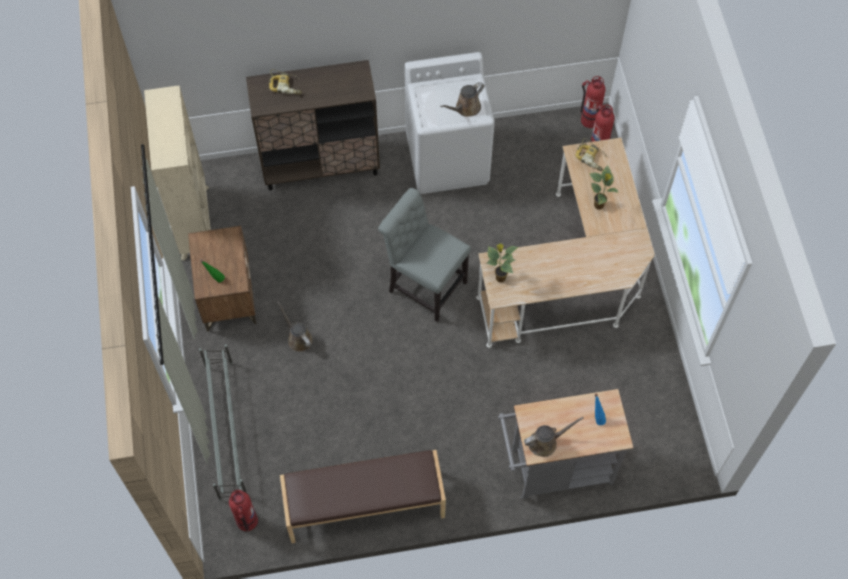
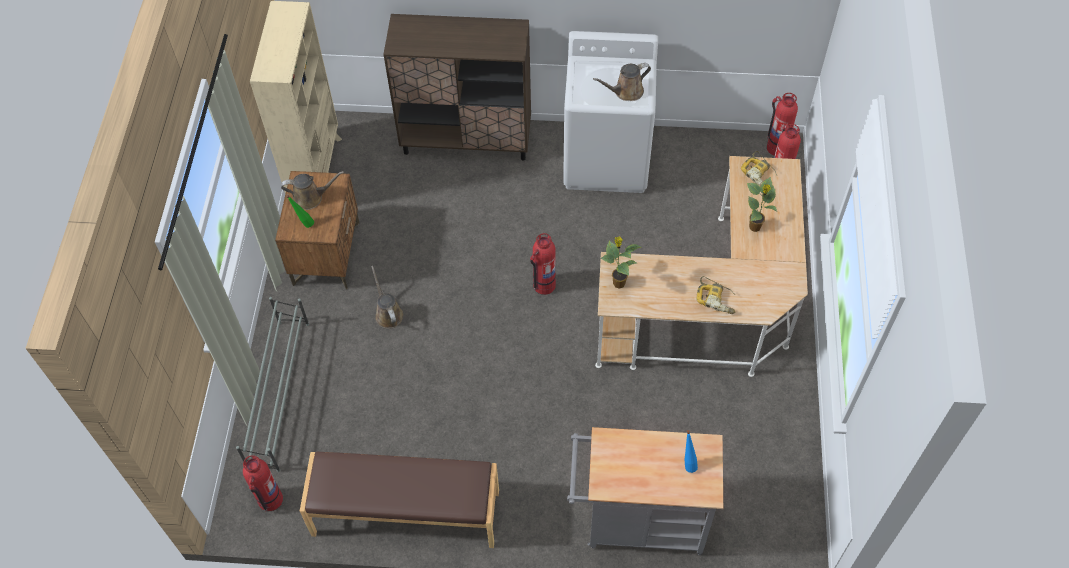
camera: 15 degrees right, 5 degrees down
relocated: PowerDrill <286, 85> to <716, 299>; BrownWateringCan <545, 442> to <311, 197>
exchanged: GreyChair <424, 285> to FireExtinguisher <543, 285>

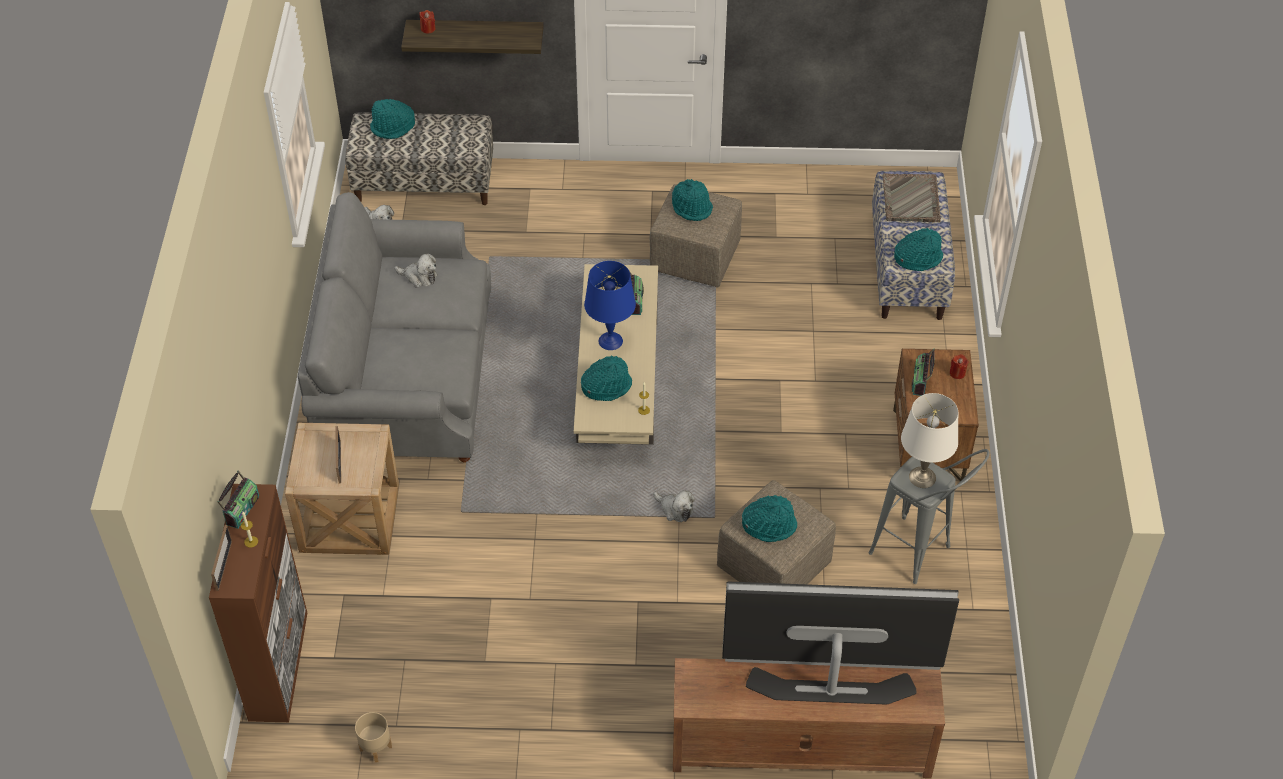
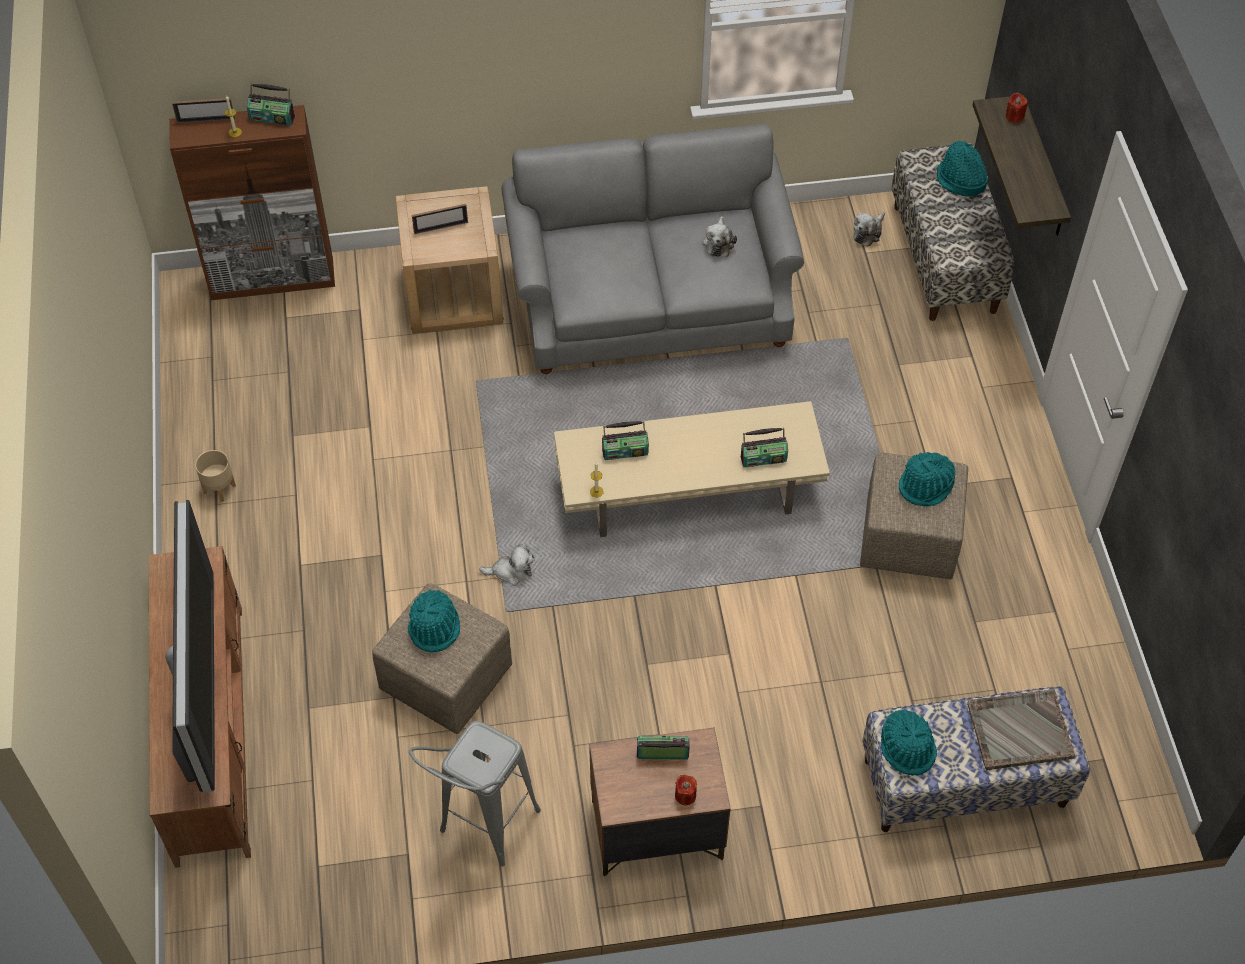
camera: 80 degrees right, 5 degrees up
missing: BlueTableLamp <611, 340>; WhiteTableLamp <922, 477>
relocated: BeigePlanter <375, 748> to <220, 488>
exchanged: TurquoiseHat <606, 386> to Radio <625, 451>
spun: PlushToy <675, 509> = <511, 572> 120 degrees counterclockwise

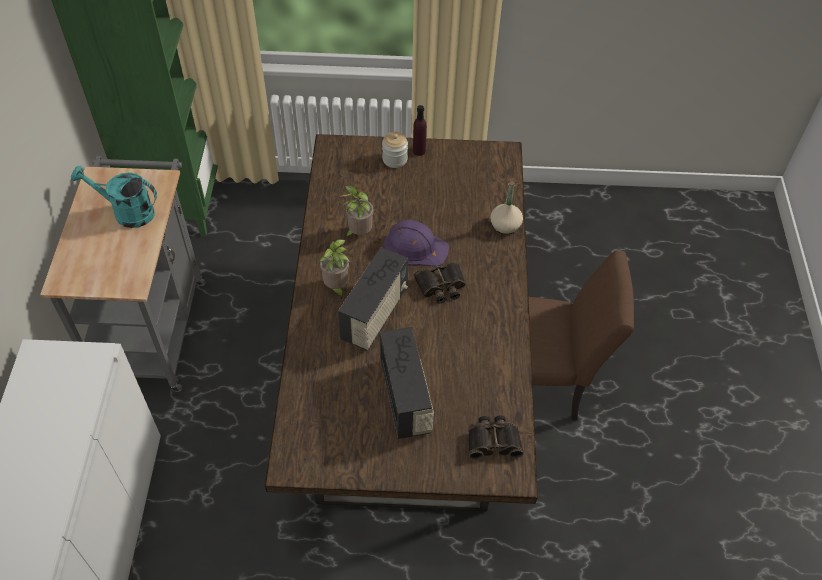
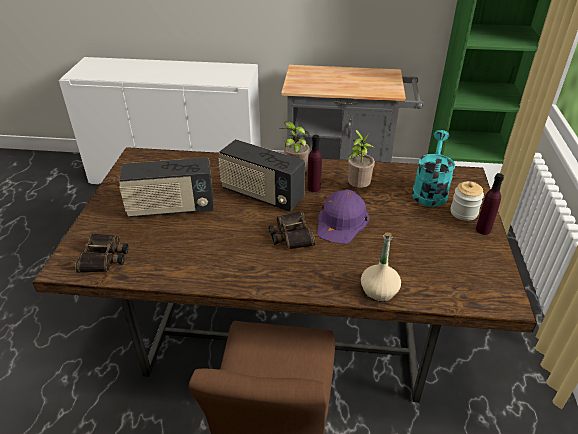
camera: 95 degrees right, 15 degrees down
appeared: PurpleBottle <314, 188>
relocated: TurquoiseWateringCan <127, 212> to <430, 191>

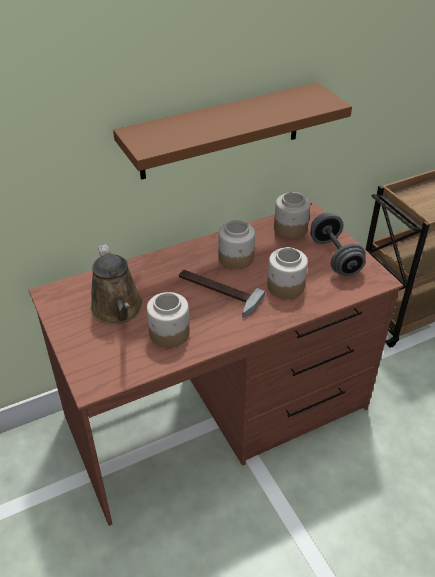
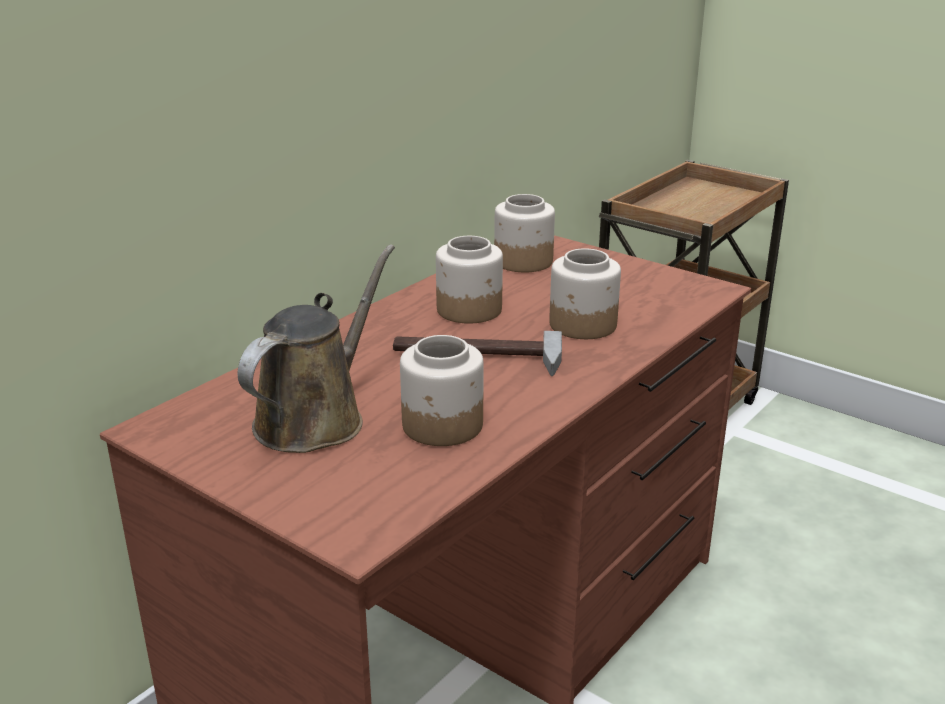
camera: 25 degrees left, 15 degrees down
missing: BrownShelf <221, 131>; GreyDumbbell <335, 257>
spun: BrownWateringCan <118, 310> = <316, 418> 105 degrees counterclockwise

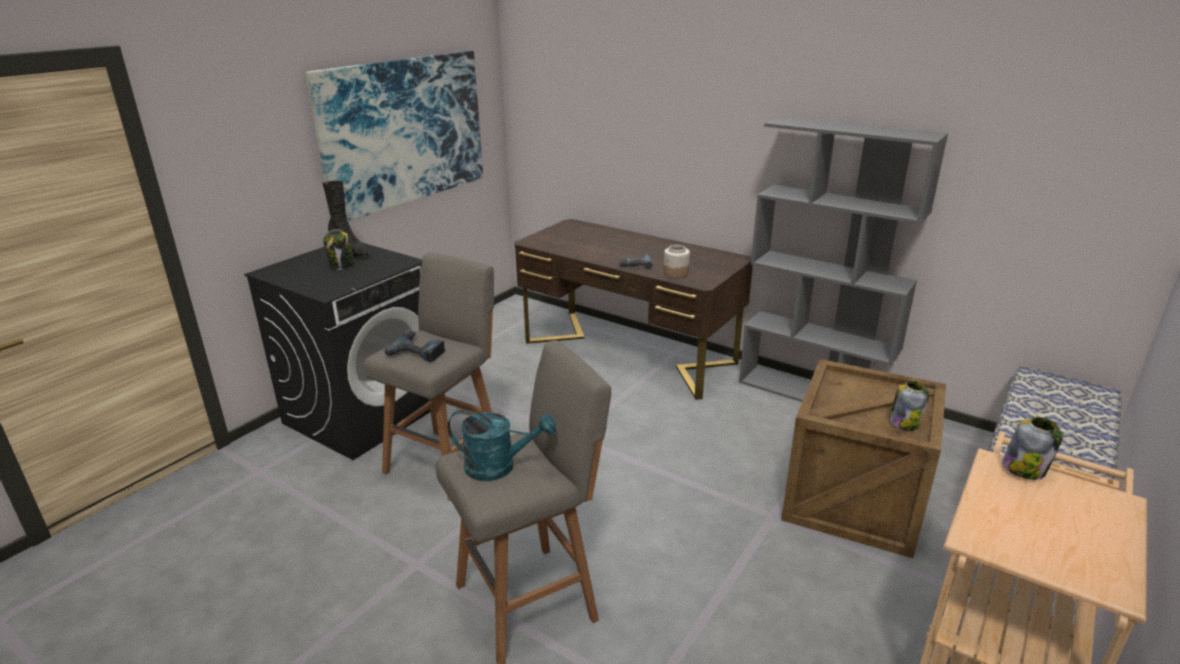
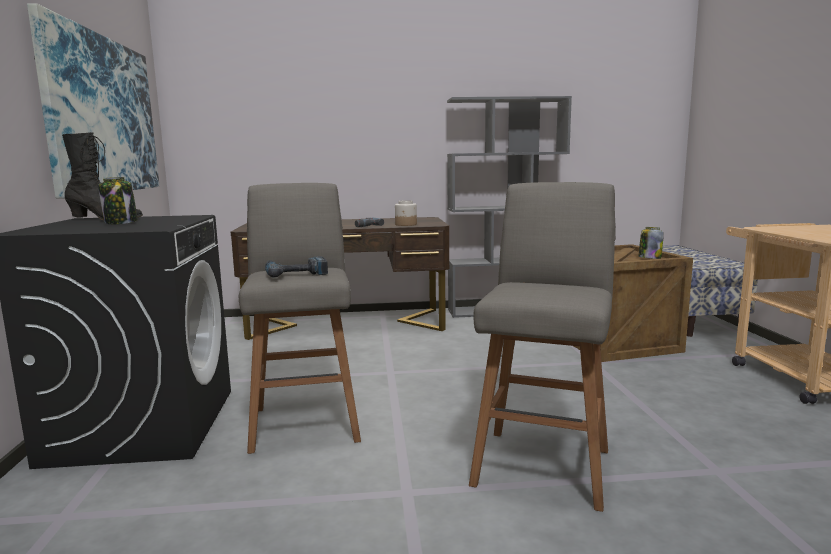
camera: 40 degrees left, 15 degrees down
missing: TurquoiseWateringCan <499, 467>; Jar <1024, 468>

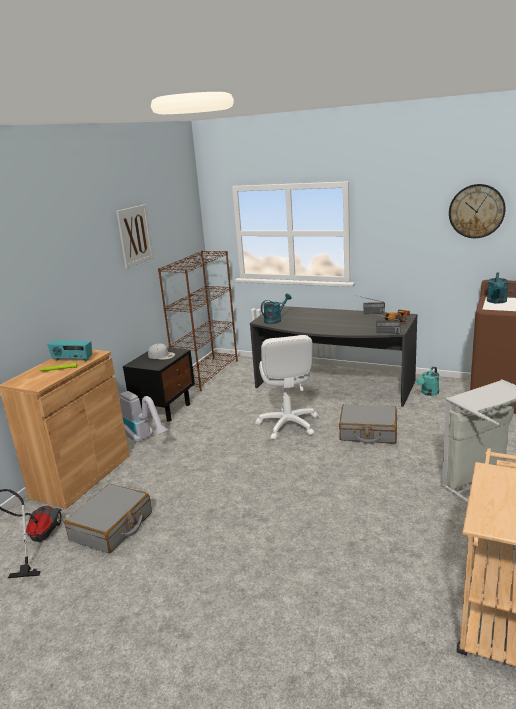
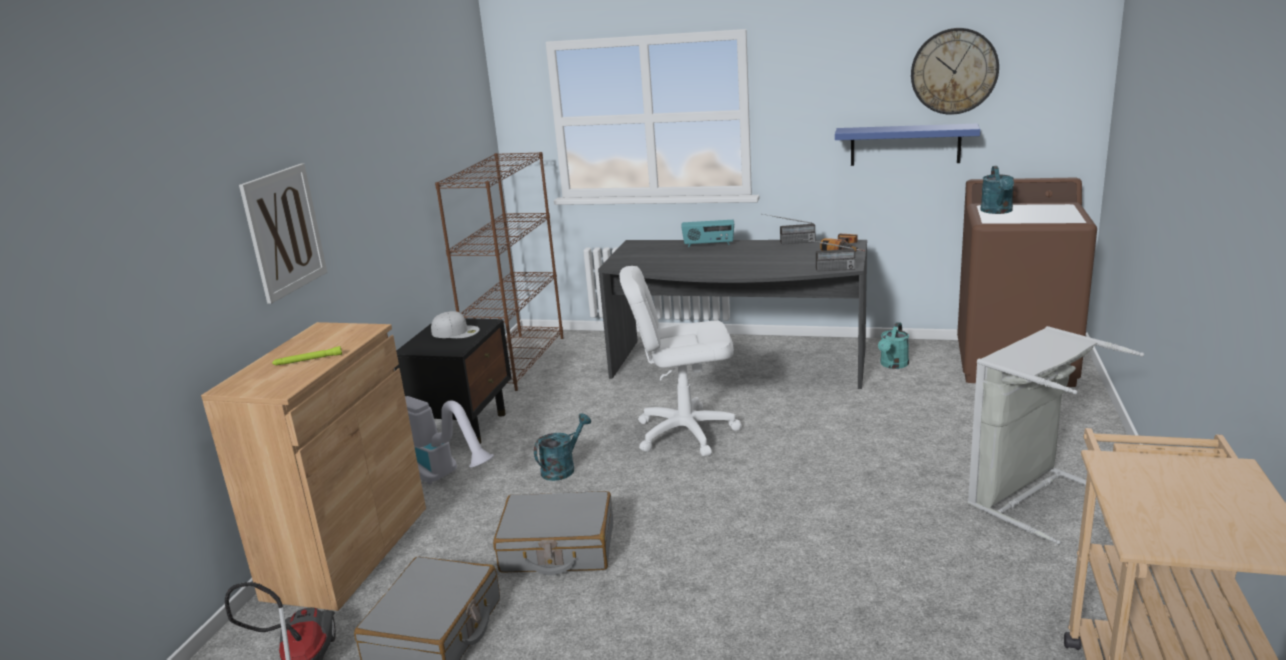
camera: 10 degrees left, 0 degrees up
appeared: BlueShelf <905, 145>
relocated: Radio <72, 359> to <708, 245>; Picture <135, 235> to <284, 231>; TurquoiseWateringCan <275, 320> to <562, 468>; GreySuitcase <368, 432> to <557, 548>
spun: WhiteOfficeChair <288, 424> = <685, 432> 105 degrees clockwise

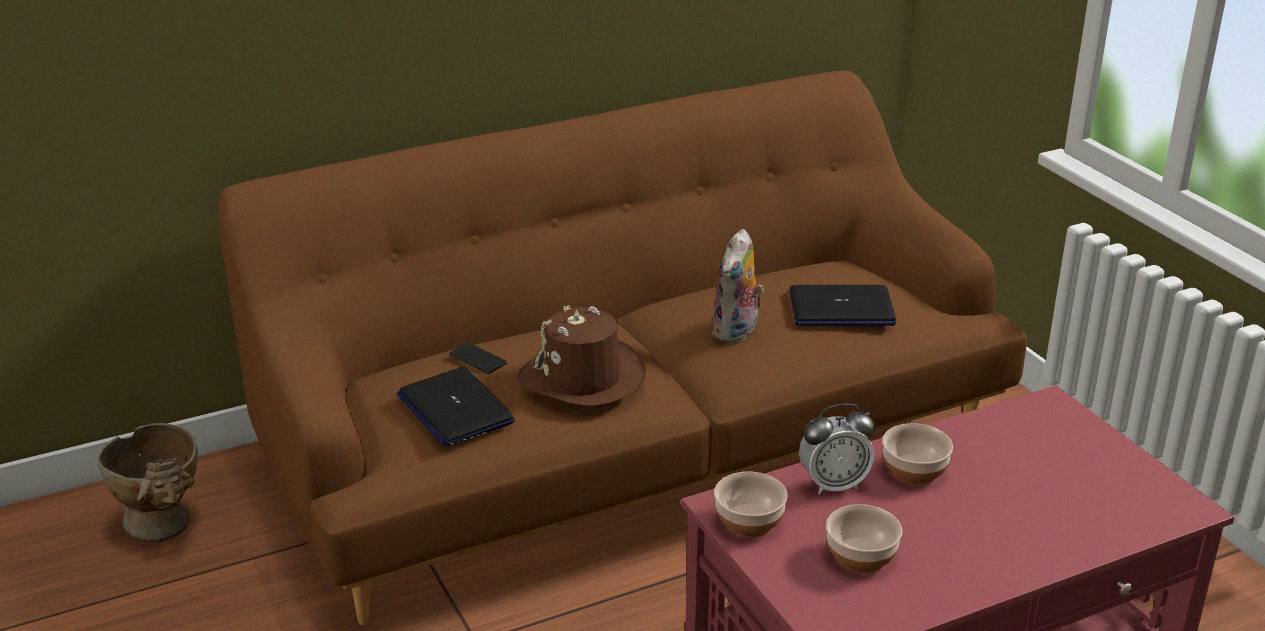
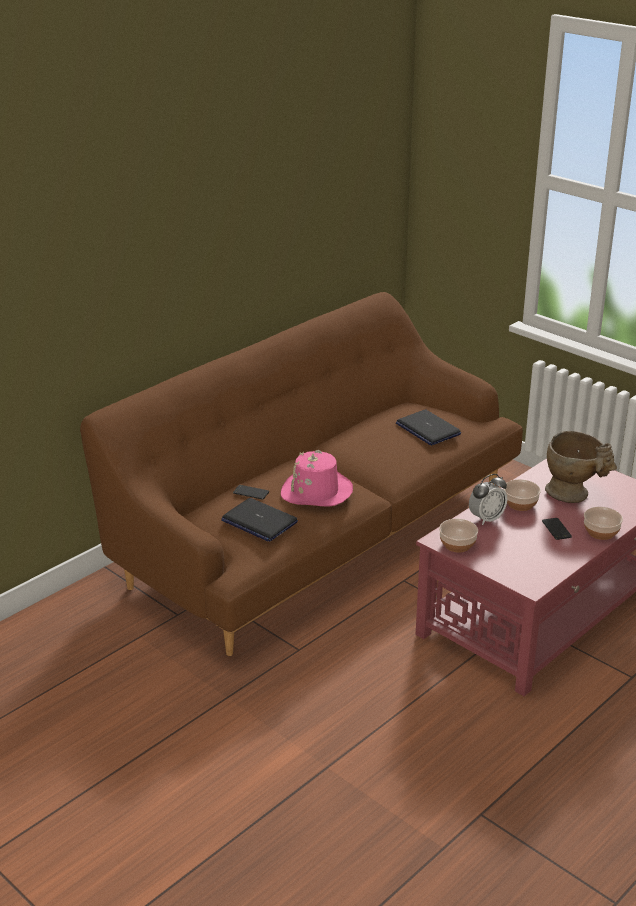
camera: 20 degrees left, 0 degrees up
missing: PlushToy <737, 332>
appeared: Phone <556, 529>
relocated: BeigeVase <164, 528> to <574, 495>; Bowl <862, 556> to <601, 532>
colour: BrownHat <582, 378> to PinkHat <316, 491>
spun: Laptop <841, 309> = <427, 429> 75 degrees clockwise

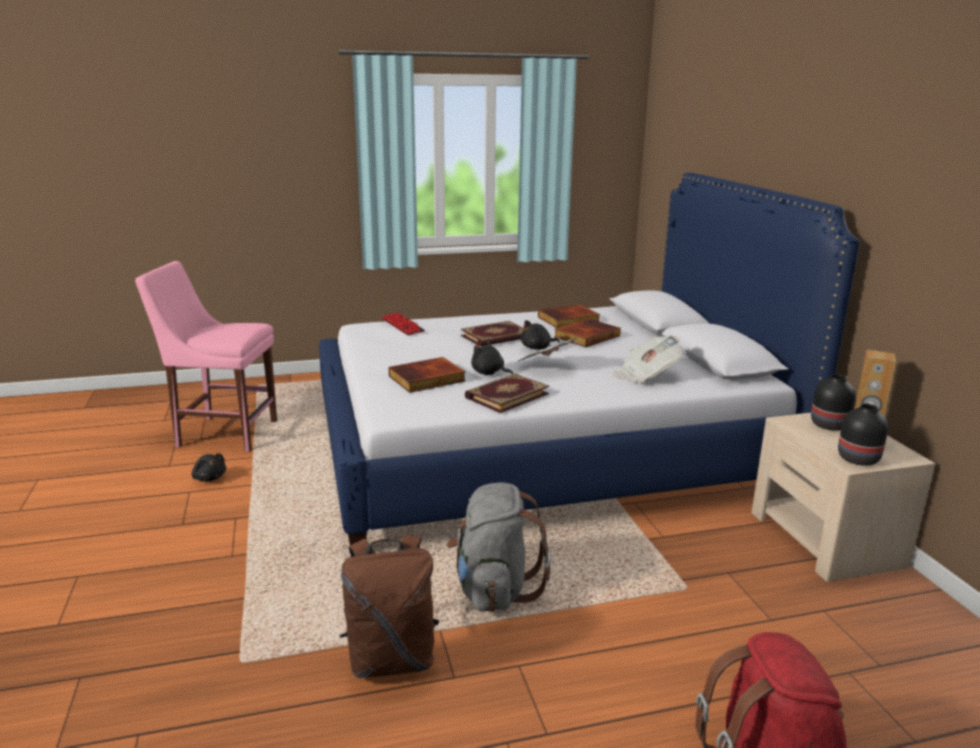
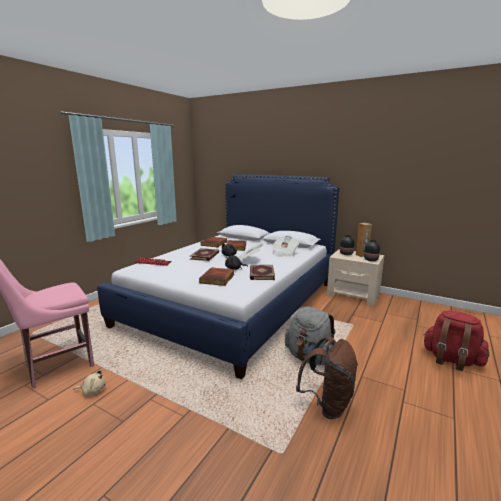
camera: 45 degrees left, 5 degrees down
colour: BlackPlushToy <209, 478> to BeigePlushToy <93, 390>

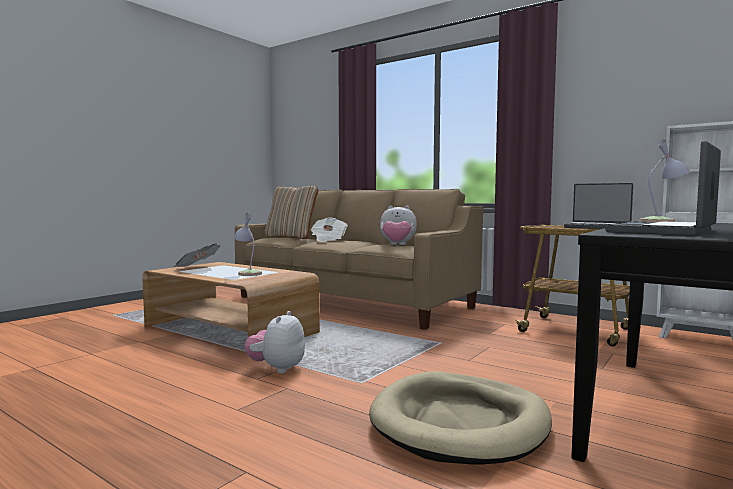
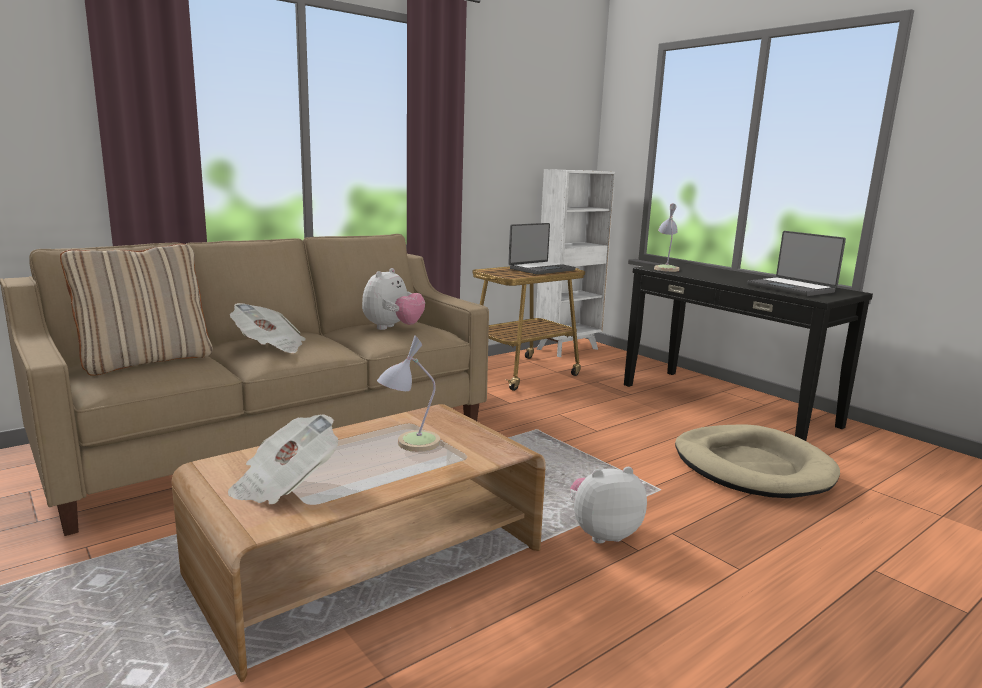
camera: 75 degrees left, 10 degrees up
spun: PlushToy <277, 369> = <602, 533> 135 degrees clockwise

